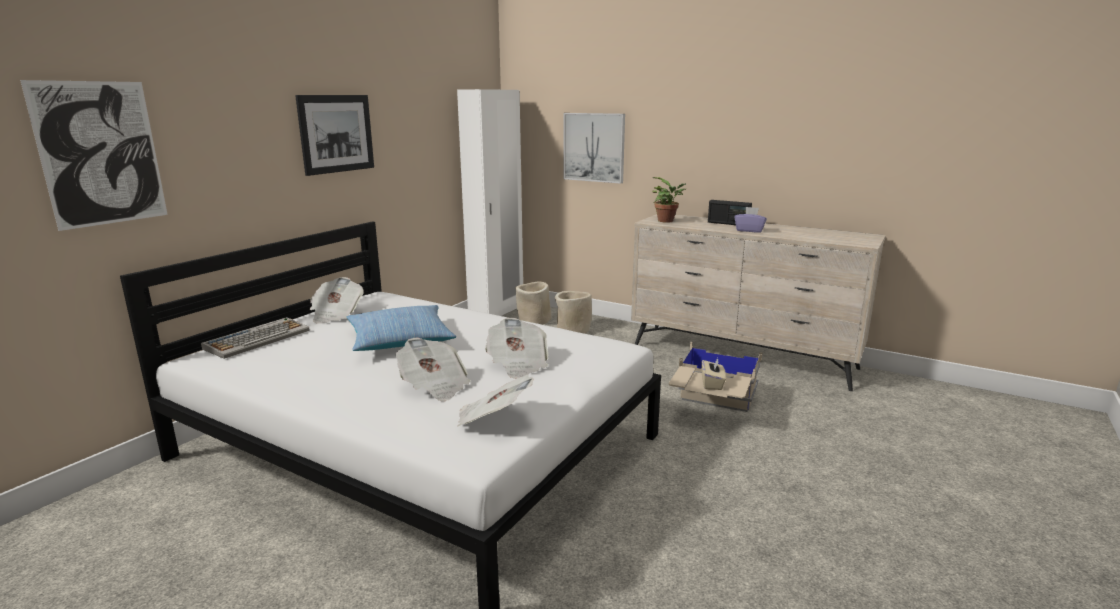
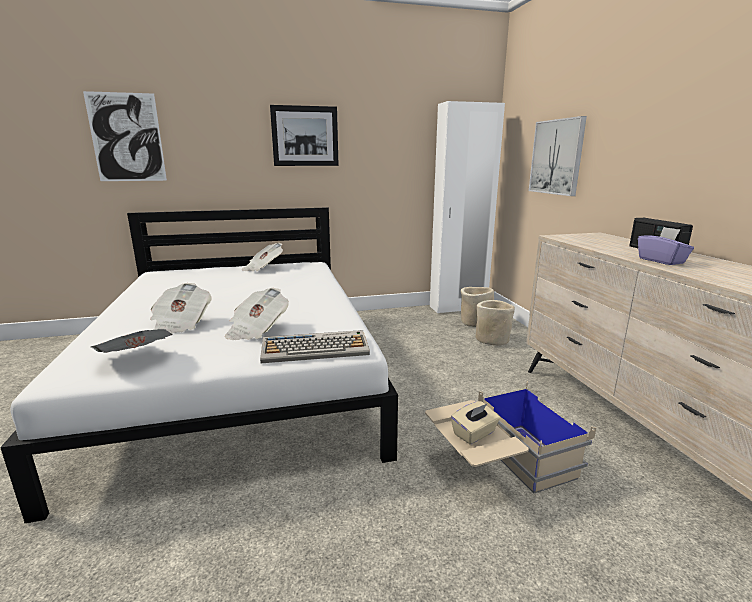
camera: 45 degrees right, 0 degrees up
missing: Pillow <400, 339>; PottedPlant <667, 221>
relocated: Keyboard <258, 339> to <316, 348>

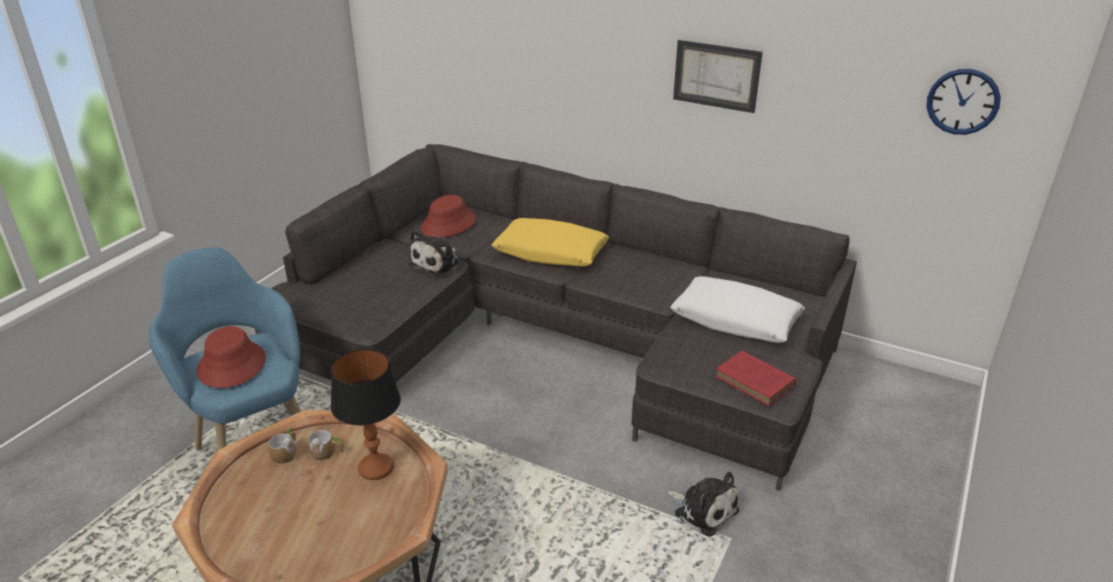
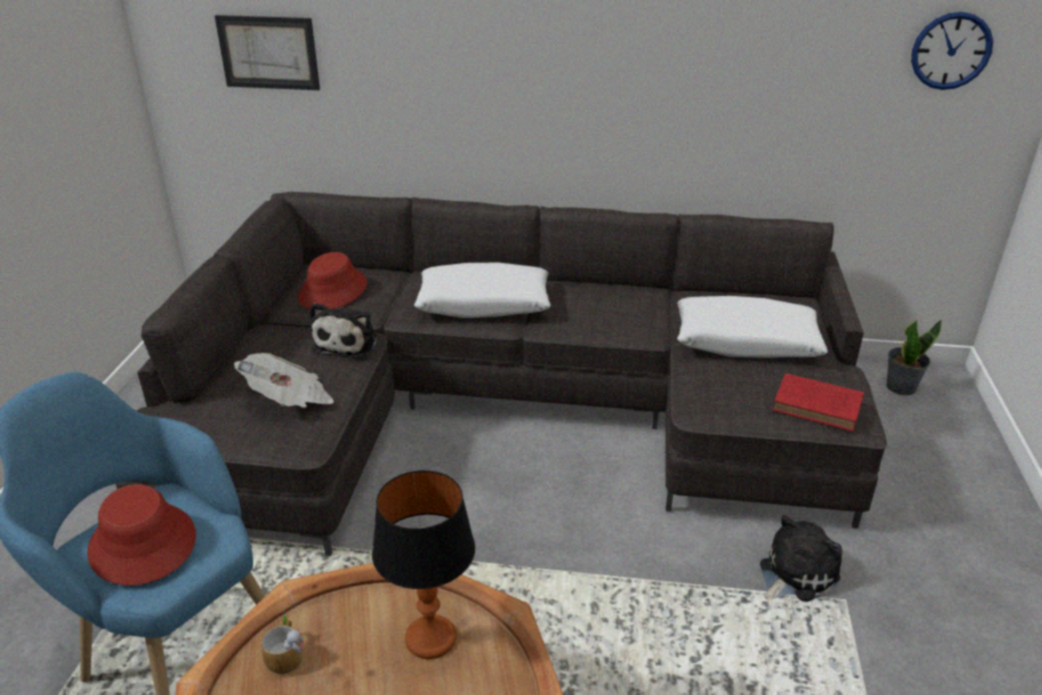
camera: 20 degrees left, 0 degrees up
missing: Mug <327, 453>
appeared: Newspaper <289, 400>; PottedPlant <900, 387>
relocated: Picture <716, 75> to <268, 52>
colour: YellowPillow <550, 253> to WhitePillow <484, 304>
spun: PlushToy <703, 510> = <794, 574> 60 degrees counterclockwise

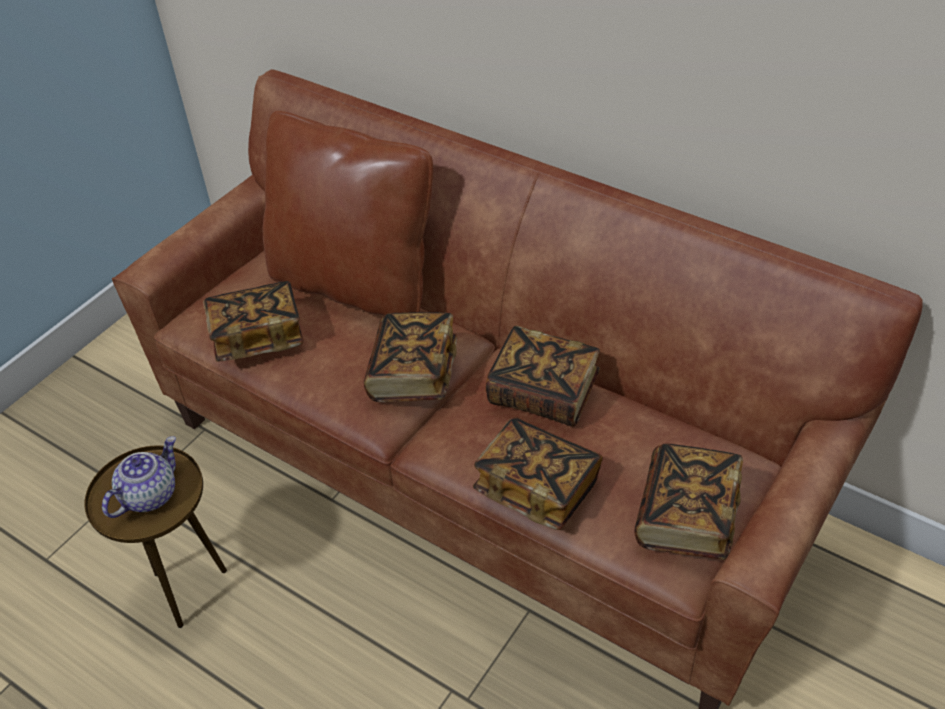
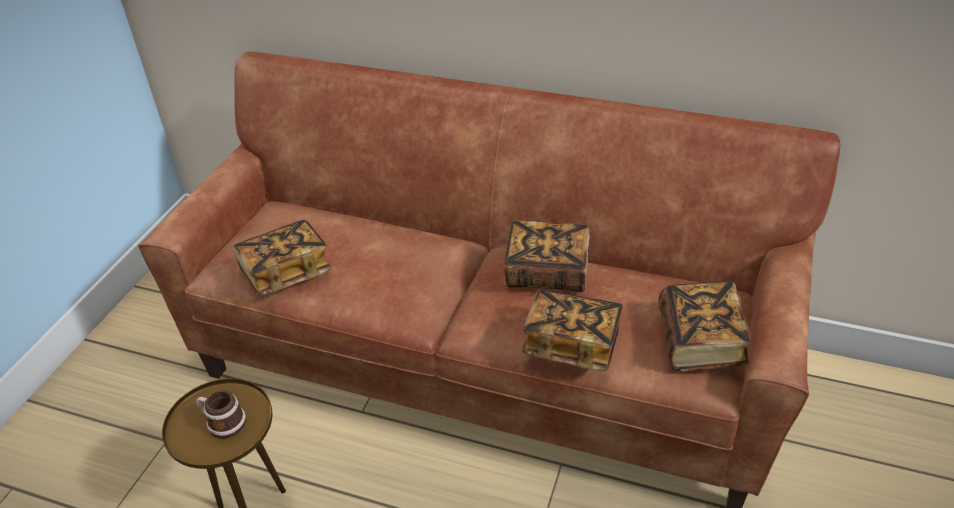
camera: 15 degrees left, 5 degrees down
missing: BrownPillow <354, 284>; Book <413, 373>
exchanged: Teapot <149, 494> to Mug <222, 423>

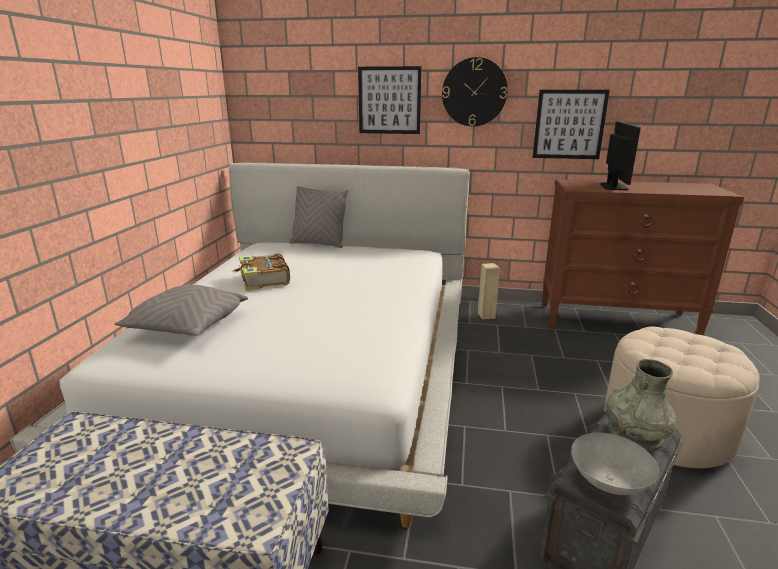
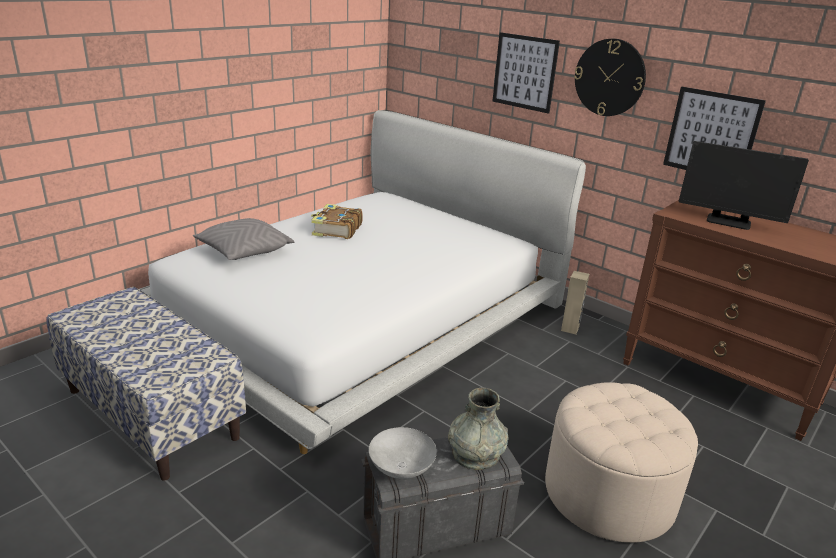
camera: 30 degrees right, 5 degrees up
missing: GreyPillow <319, 244>
spun: Monitor <613, 187> = <728, 222> 75 degrees clockwise

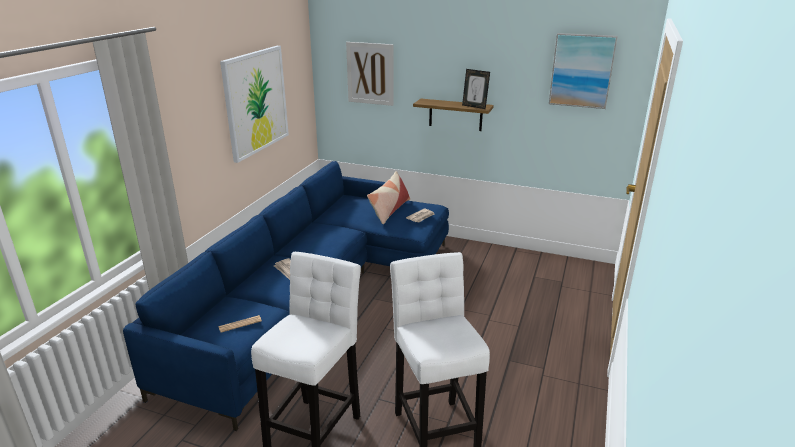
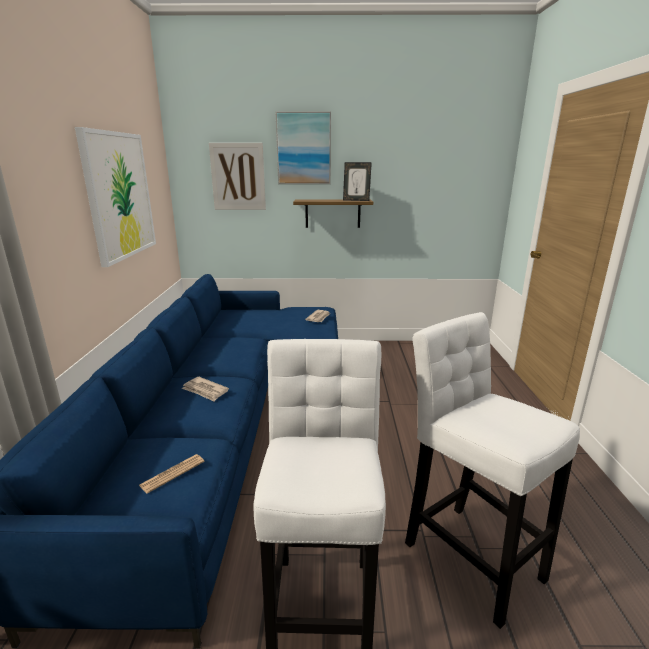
camera: 20 degrees left, 5 degrees down
missing: Pillow <389, 210>
relocated: Picture <581, 70> to <304, 148>

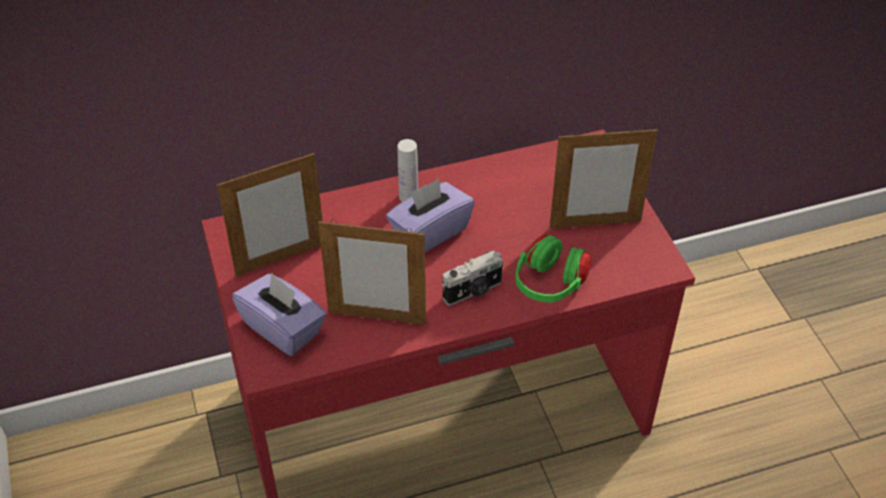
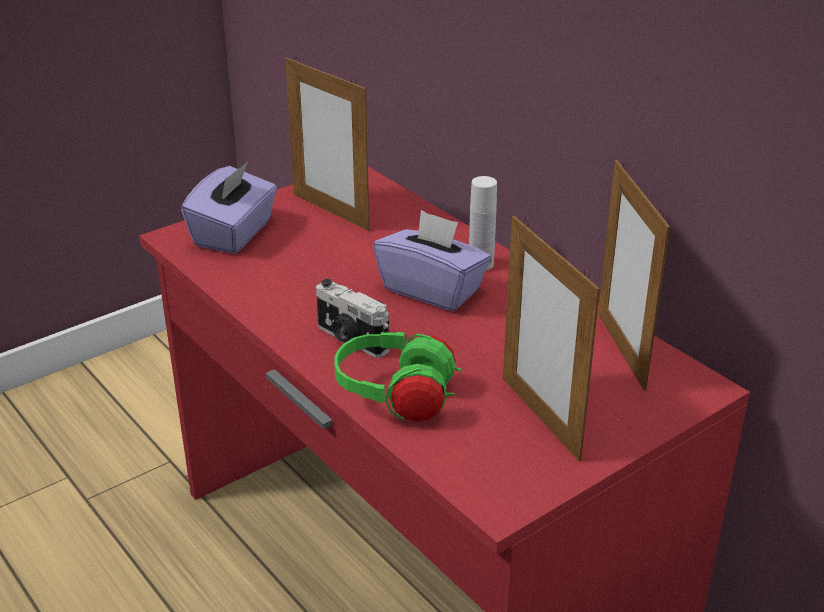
camera: 70 degrees right, 15 degrees down
relocated: PictureFrame <377, 317> to <621, 350>

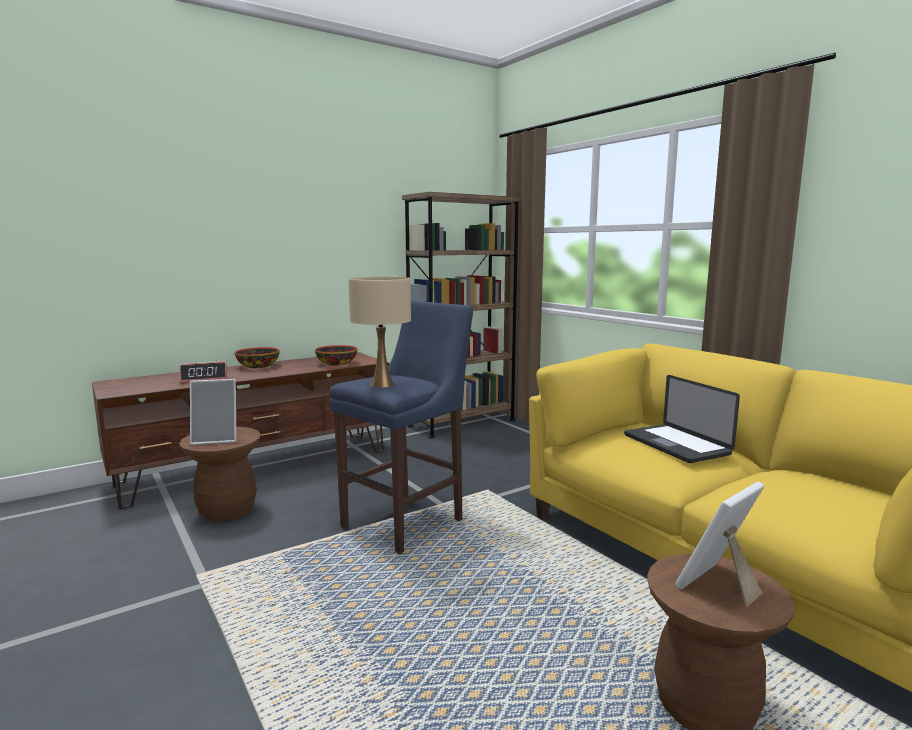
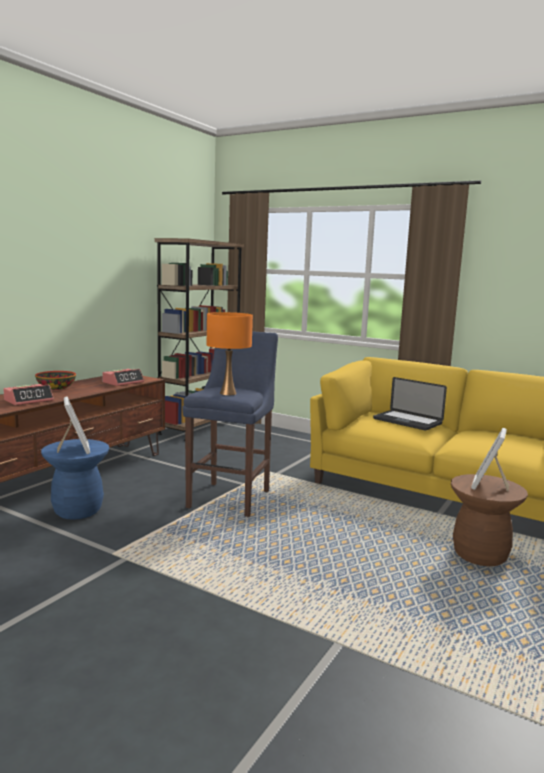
camera: 25 degrees left, 0 degrees up
exchanged: Bowl <336, 363> to AlarmClock <123, 382>
colour: BrownStool <227, 511> to BlueStool <78, 511>; BeigeTableLamp <382, 385> to OrangeTableLamp <228, 393>
spun: PictureFrame <216, 439> = <74, 449> 75 degrees counterclockwise

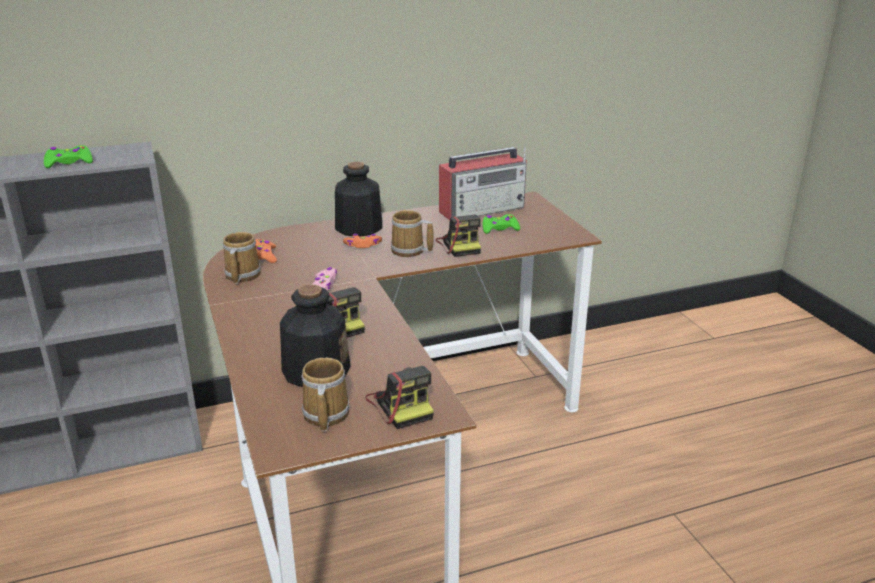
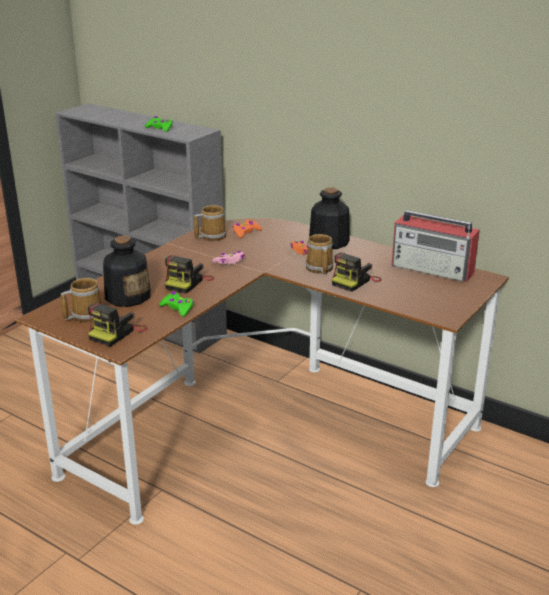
camera: 55 degrees right, 0 degrees up
relocated: GreenGameController <499, 229> to <177, 308>

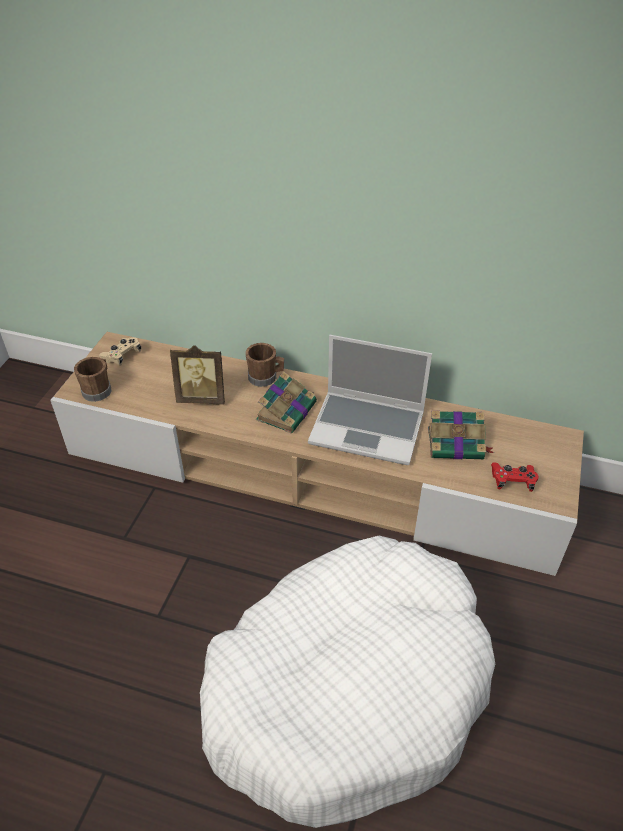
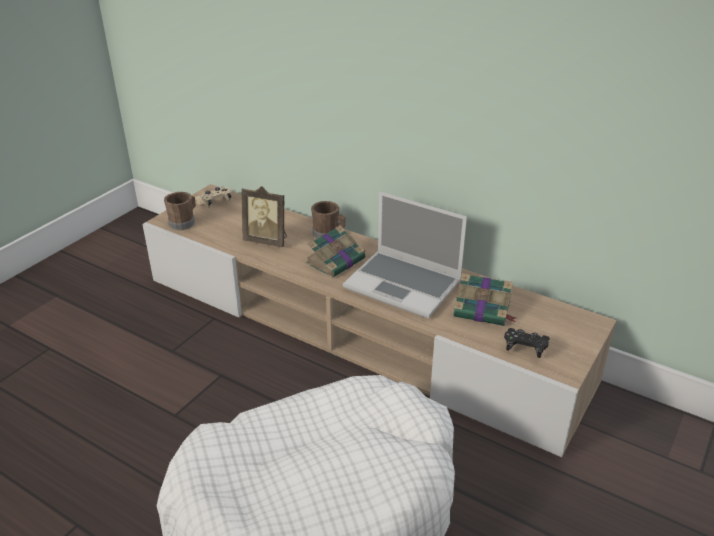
camera: 15 degrees right, 10 degrees down
colour: RedGameController <512, 481> to BlackGameController <525, 348>

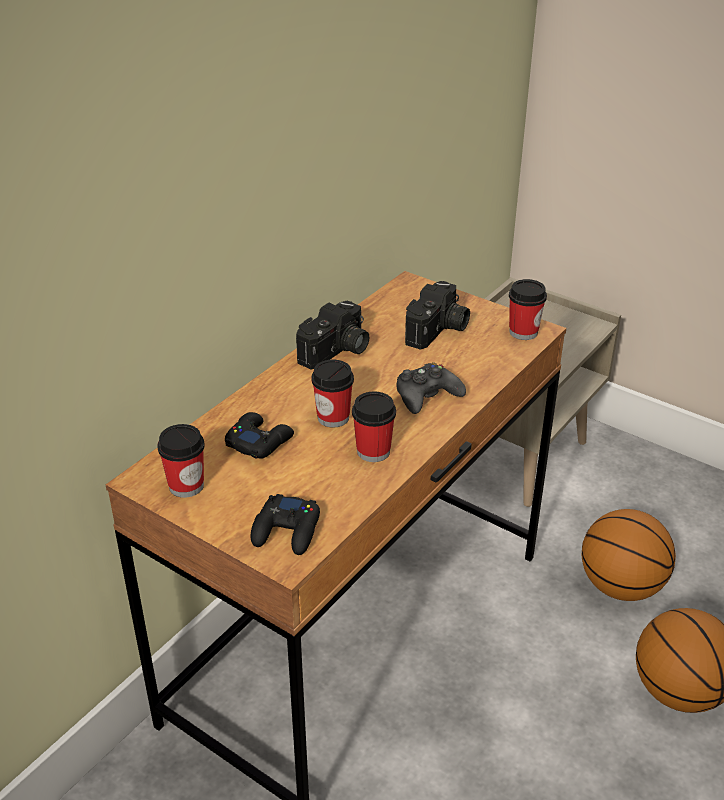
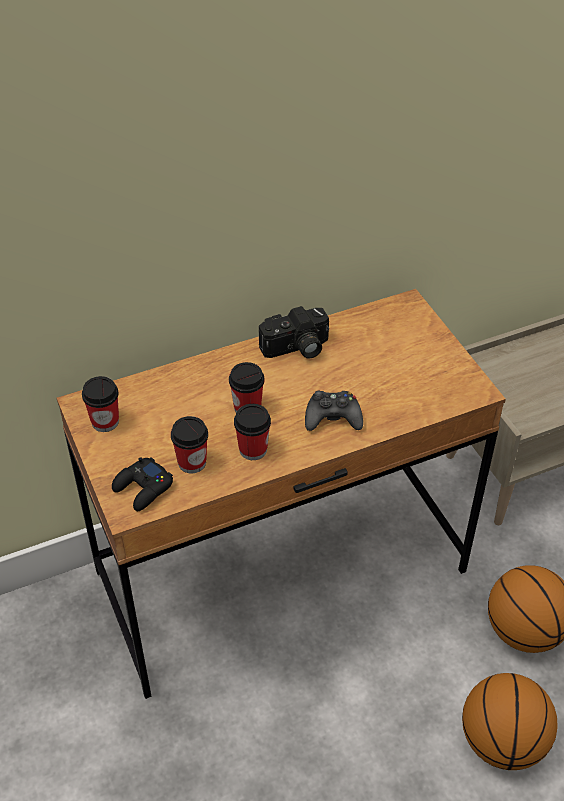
camera: 30 degrees right, 10 degrees up
missing: BlackGameController <259, 441>; PhotoCamera <438, 331>
relocated: Cup <523, 332> to <192, 462>

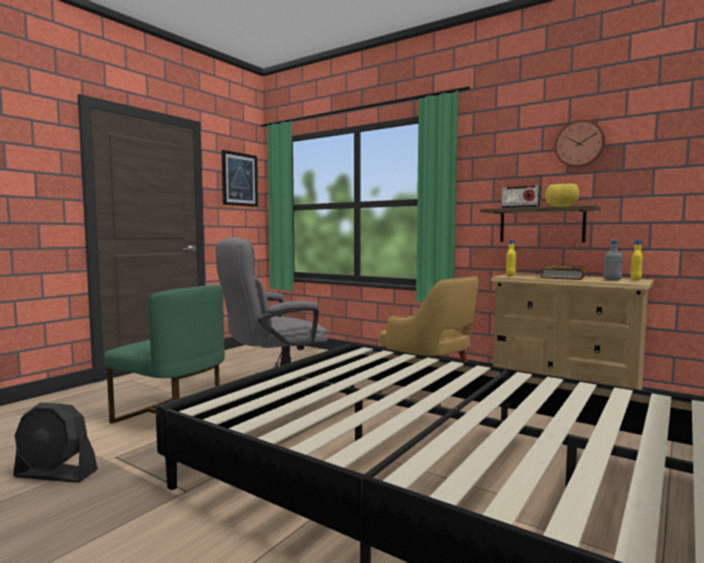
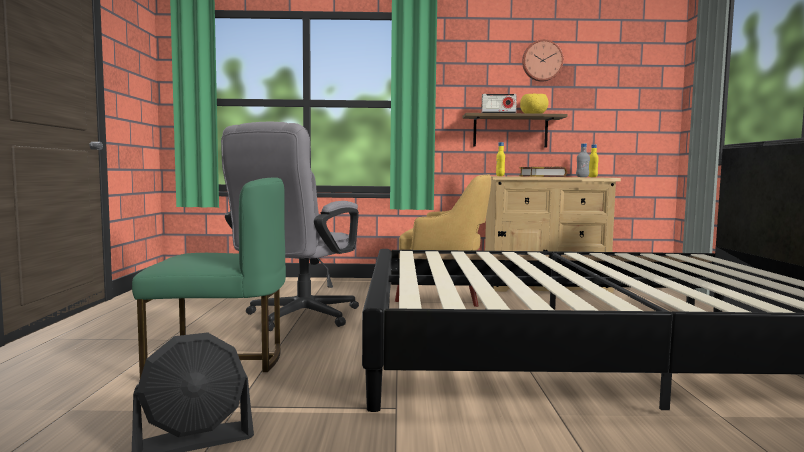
camera: 35 degrees left, 0 degrees up
missing: Picture <239, 179>

